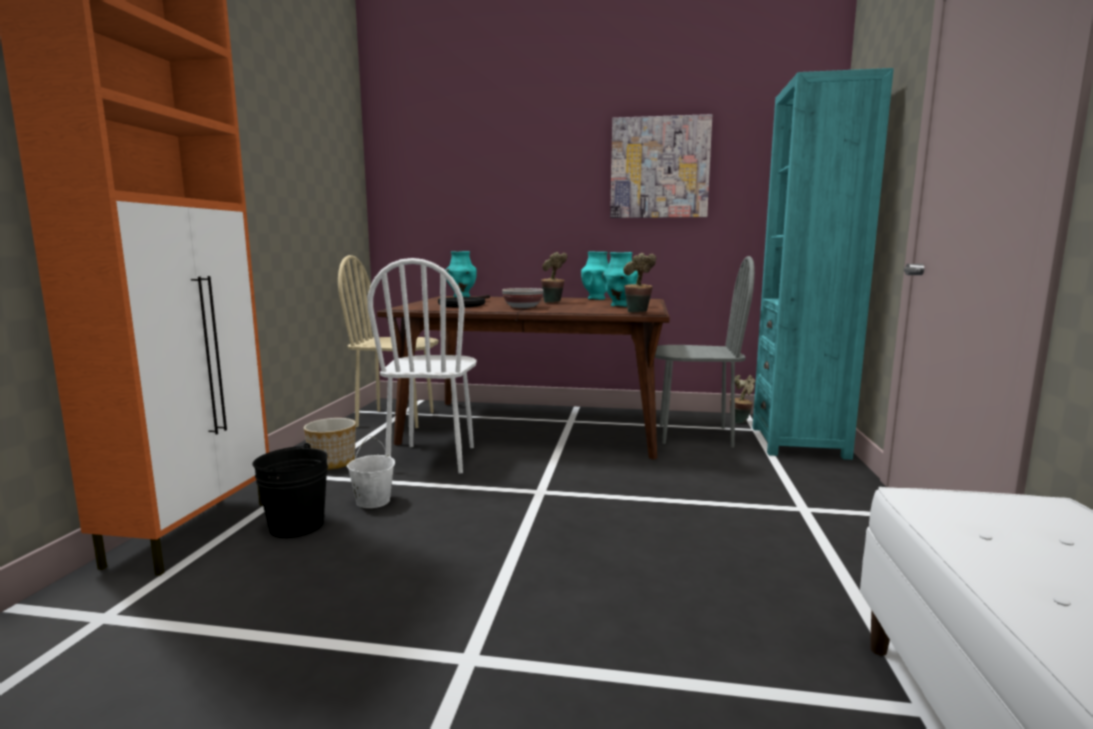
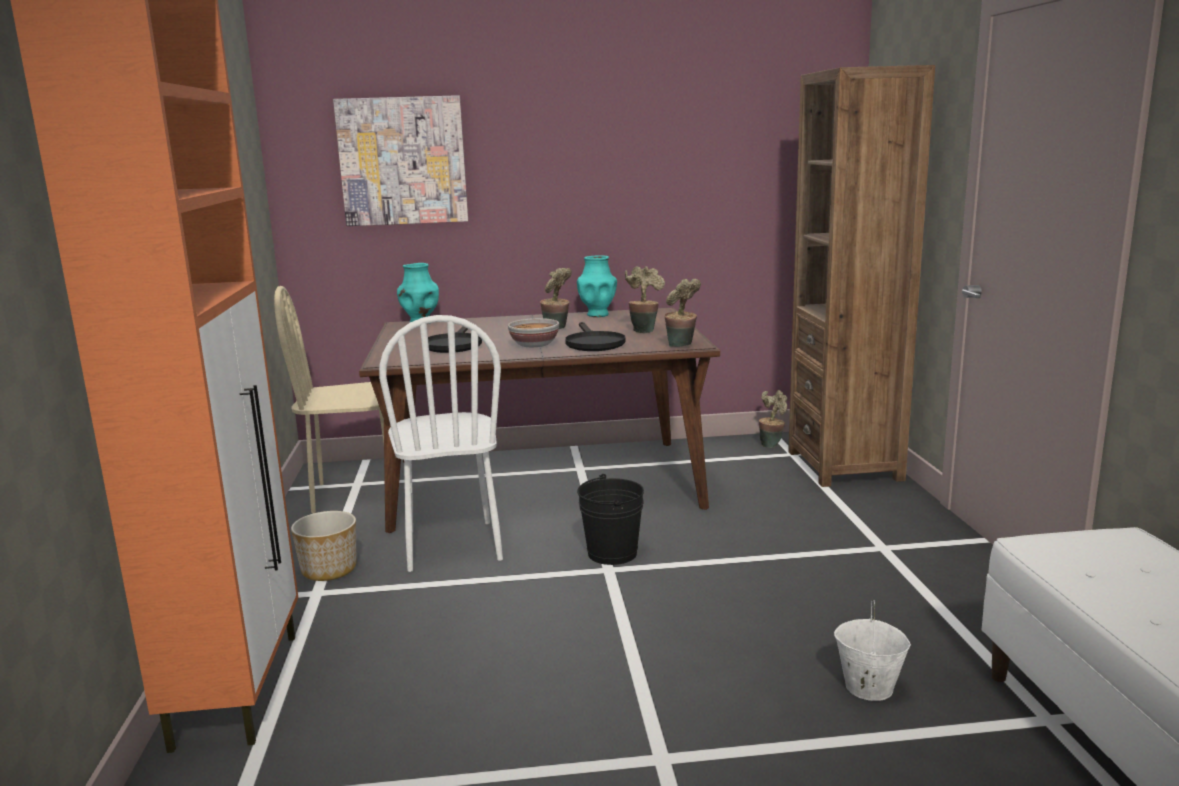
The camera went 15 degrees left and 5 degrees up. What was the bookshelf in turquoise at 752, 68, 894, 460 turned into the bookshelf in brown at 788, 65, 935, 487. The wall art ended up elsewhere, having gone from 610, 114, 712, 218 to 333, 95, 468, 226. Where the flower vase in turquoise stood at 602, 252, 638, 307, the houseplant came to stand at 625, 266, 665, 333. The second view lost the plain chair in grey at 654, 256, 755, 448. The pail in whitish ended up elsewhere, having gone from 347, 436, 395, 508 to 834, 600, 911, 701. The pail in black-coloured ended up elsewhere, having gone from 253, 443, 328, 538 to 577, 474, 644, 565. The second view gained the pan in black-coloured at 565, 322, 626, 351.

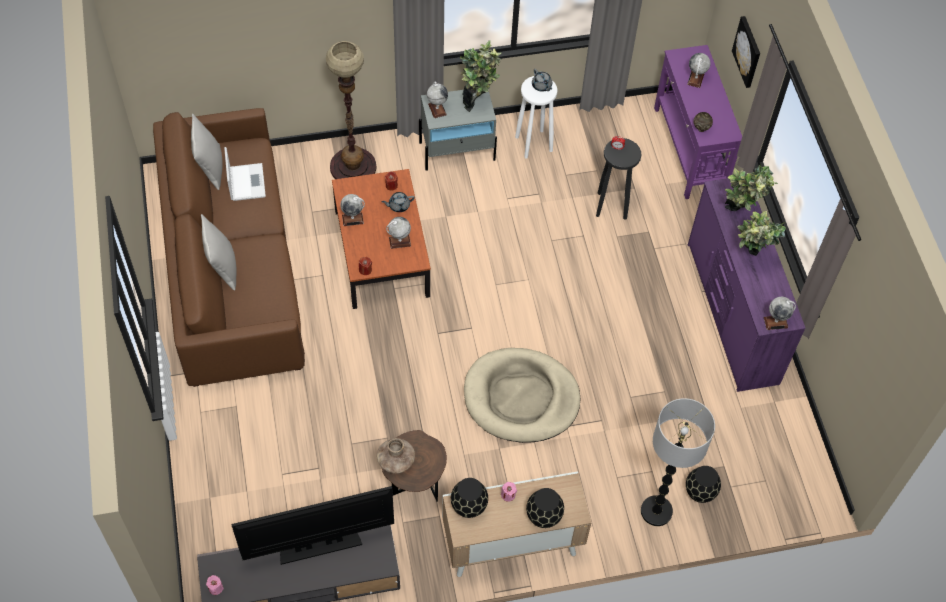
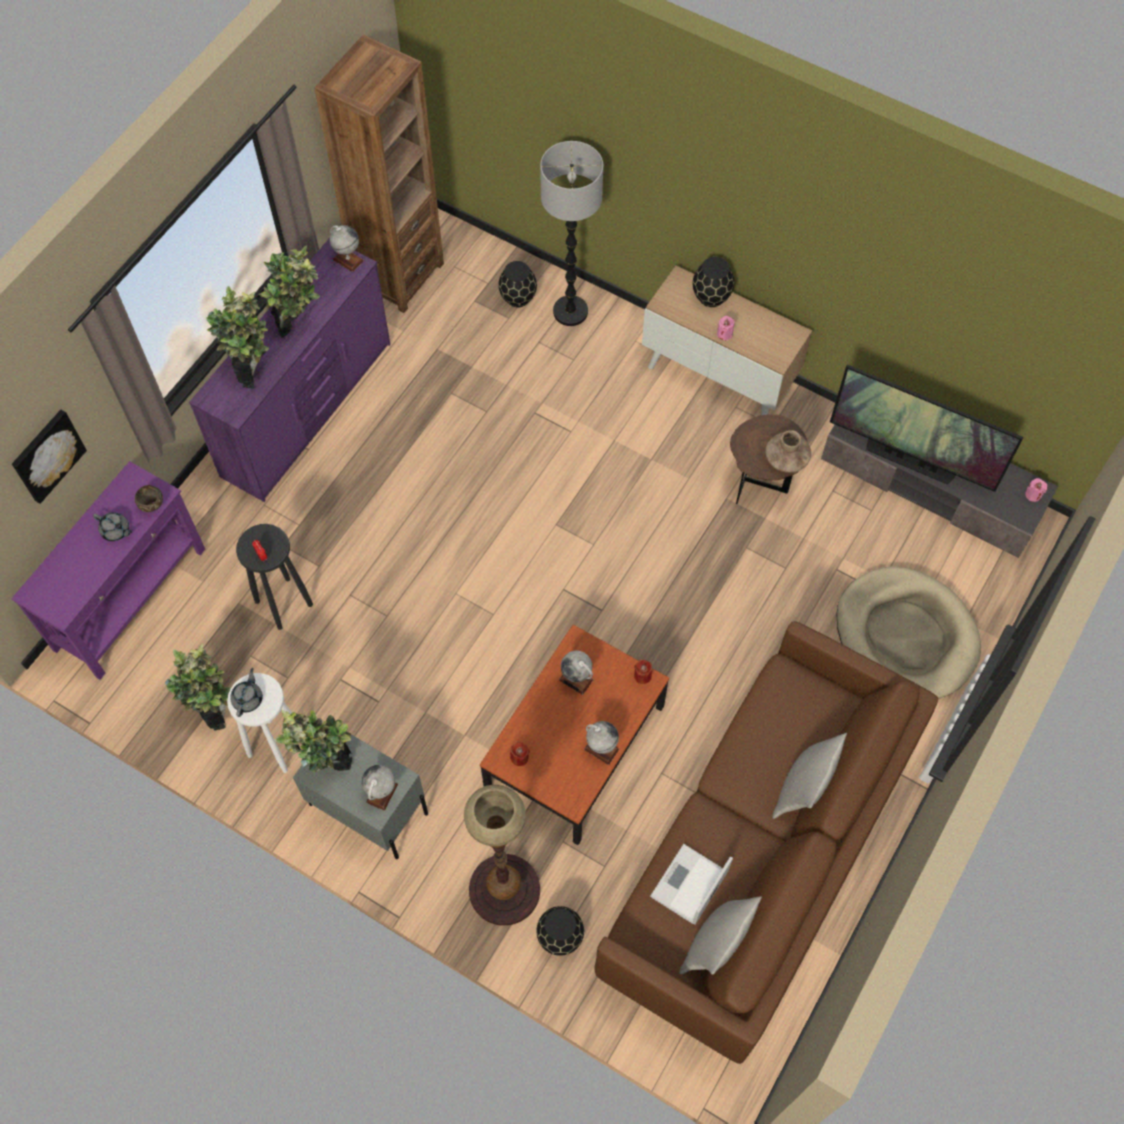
The camera went 135 degrees left and 5 degrees up. The second view lost the world globe at 687, 53, 711, 88. The teapot in grey ended up elsewhere, having gone from 381, 192, 415, 212 to 93, 512, 132, 541. The dog bed in beige-coloured ended up elsewhere, having gone from 464, 348, 580, 443 to 836, 567, 981, 699. The flower vase in black-coloured ended up elsewhere, having gone from 451, 478, 488, 518 to 536, 906, 584, 956. The second view gained the bookshelf in brown at 314, 35, 444, 313. The second view gained the houseplant at 165, 644, 231, 731.

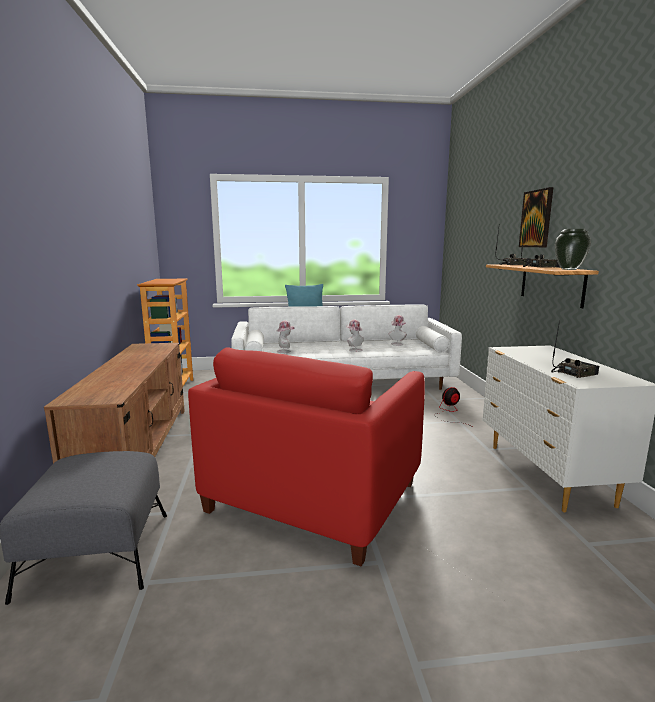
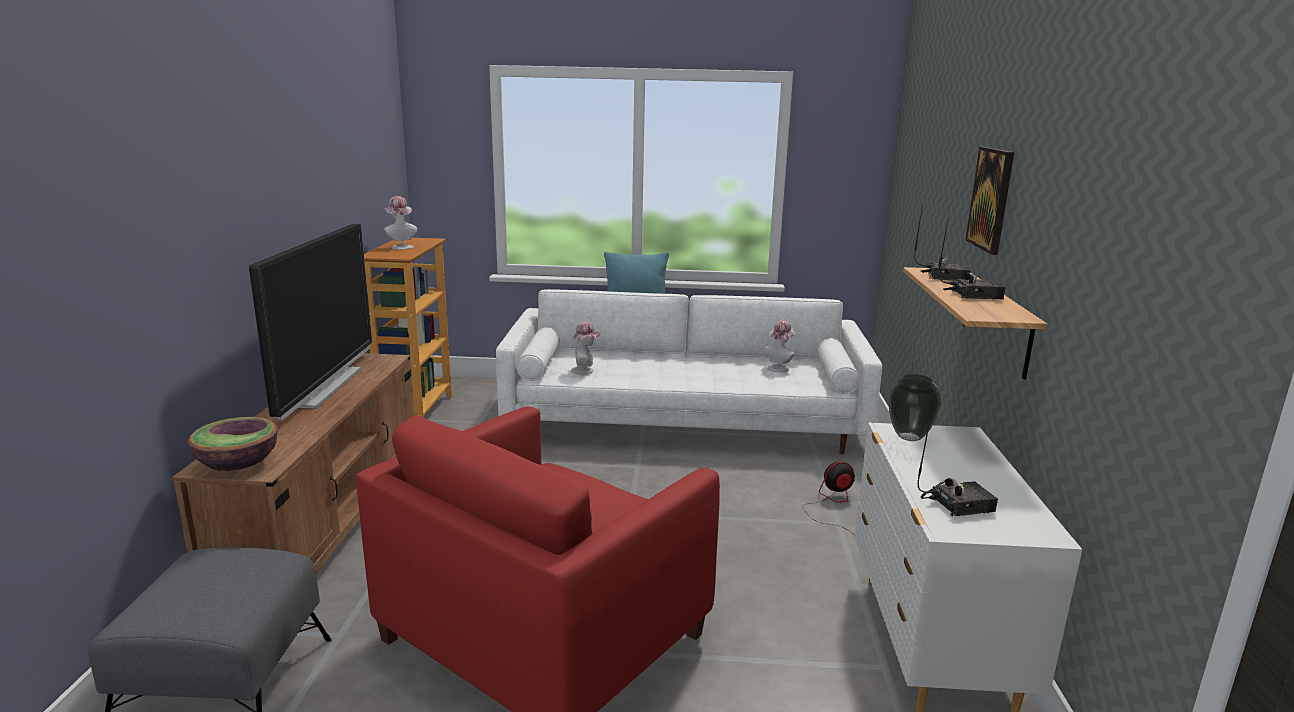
The camera went 10 degrees right and 5 degrees up. The flower vase ended up elsewhere, having gone from 555, 229, 591, 270 to 888, 374, 941, 441. The clothing hat ended up elsewhere, having gone from 346, 319, 364, 352 to 384, 196, 417, 250. The second view gained the TV at 249, 224, 372, 420. The second view gained the deep dish at 188, 417, 278, 471.

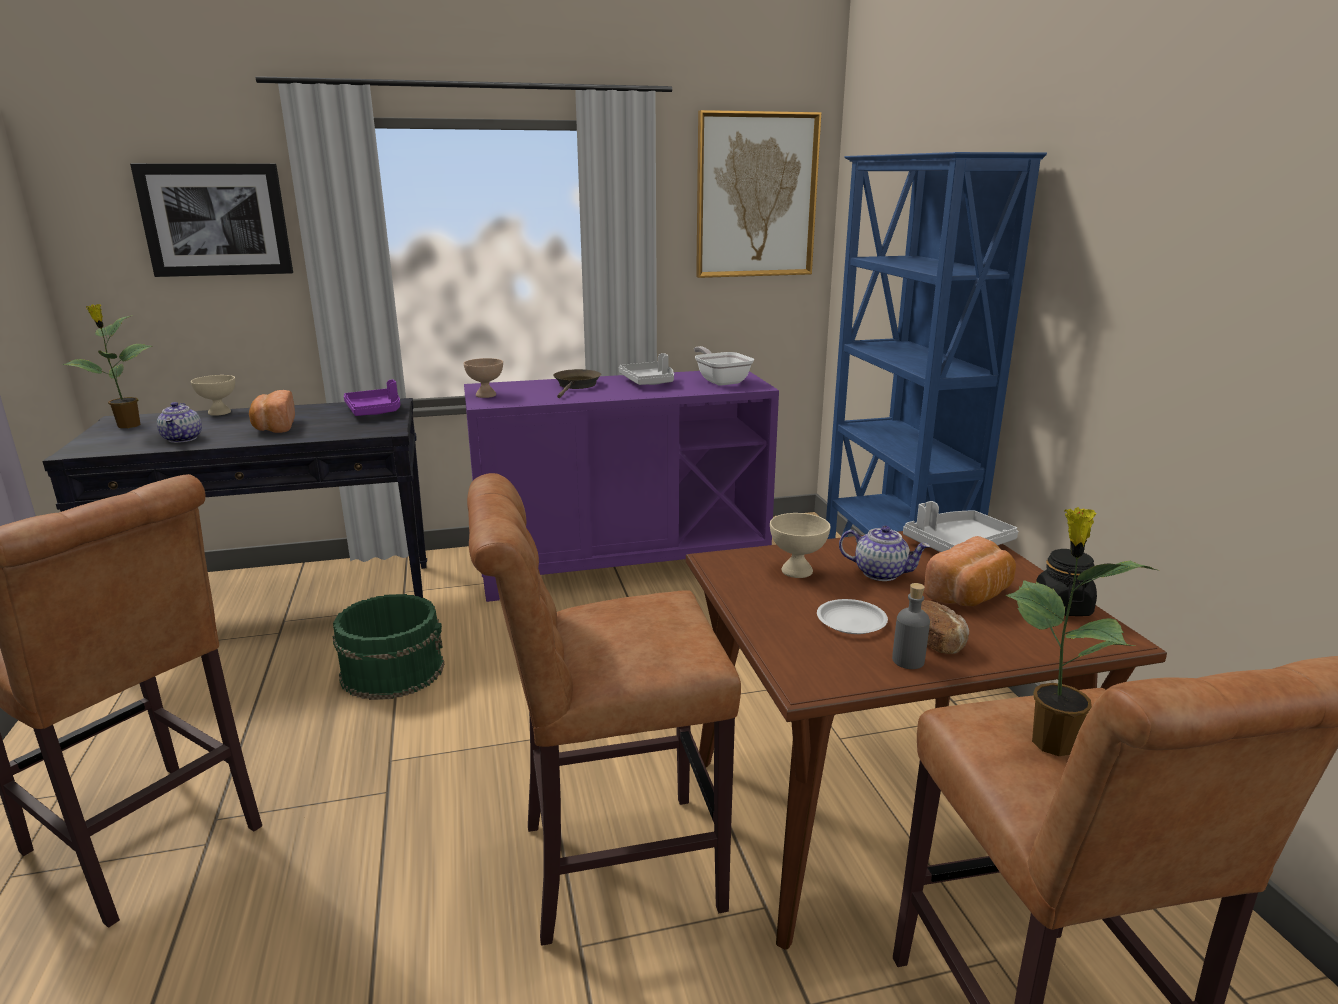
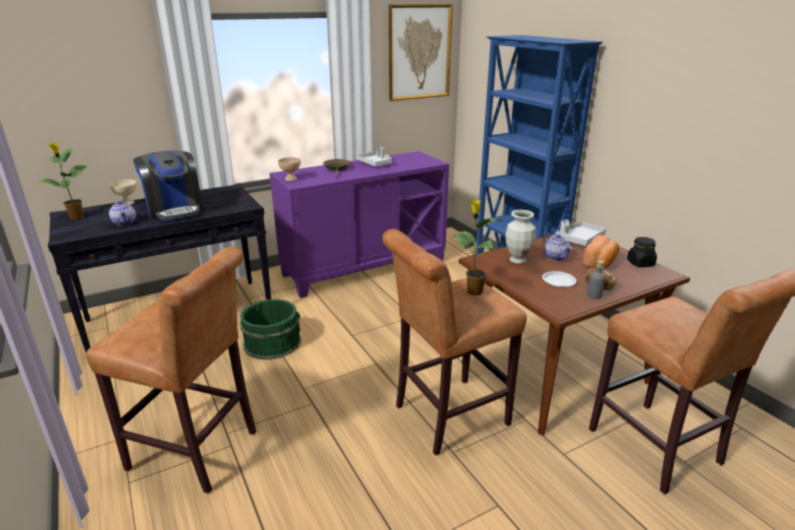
The camera went 15 degrees left and 5 degrees up. The second view lost the wall art at 130, 163, 293, 277. The second view lost the pan at 694, 346, 754, 386. The second view lost the serving tray in purplish at 344, 379, 400, 416. Where the bread stood at 249, 390, 295, 433, the coffee maker came to stand at 133, 151, 203, 221. The houseplant ended up elsewhere, having gone from 1006, 507, 1157, 756 to 452, 200, 503, 296. Where the deep dish in beige-coloured stood at 770, 513, 830, 578, the flower vase came to stand at 506, 210, 535, 264. The teapot at 839, 525, 930, 581 ended up facing another way, 60 degrees clockwise from before.

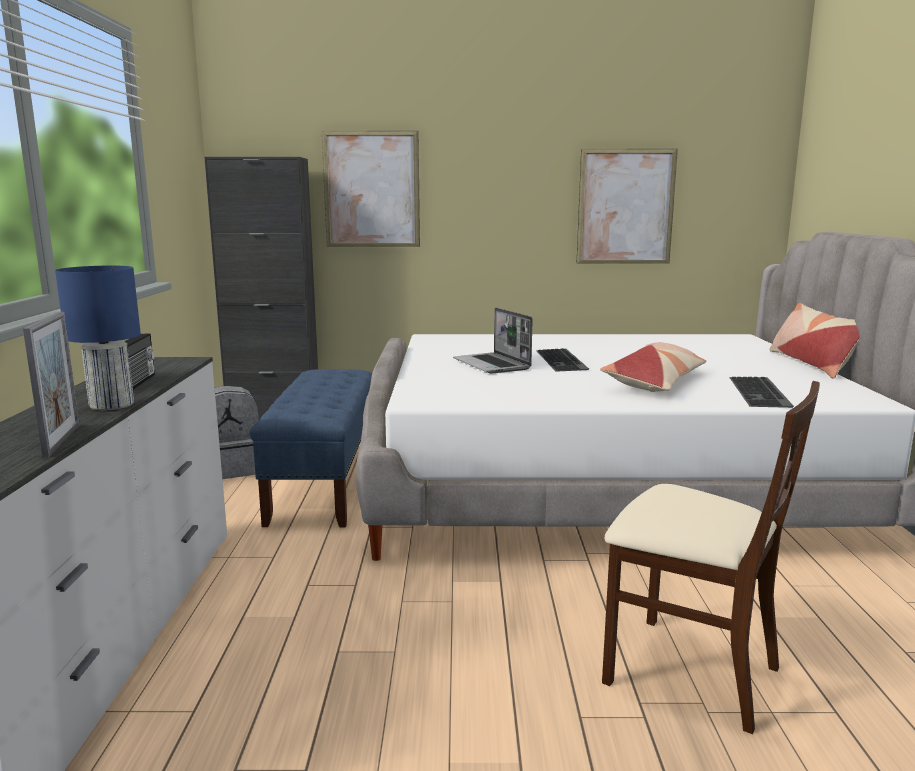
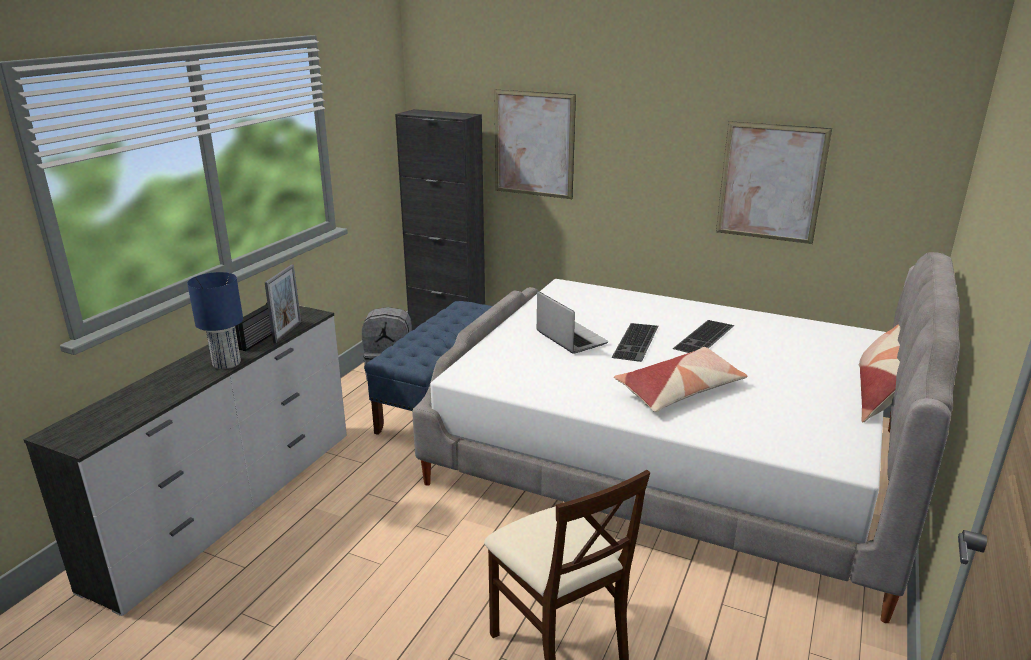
The camera went 25 degrees right and 10 degrees up. The laptop at 453, 308, 533, 374 ended up facing another way, 150 degrees clockwise from before. The picture frame ended up elsewhere, having gone from 23, 312, 80, 457 to 264, 264, 301, 343. The computer keyboard ended up elsewhere, having gone from 729, 377, 794, 408 to 673, 320, 735, 353.

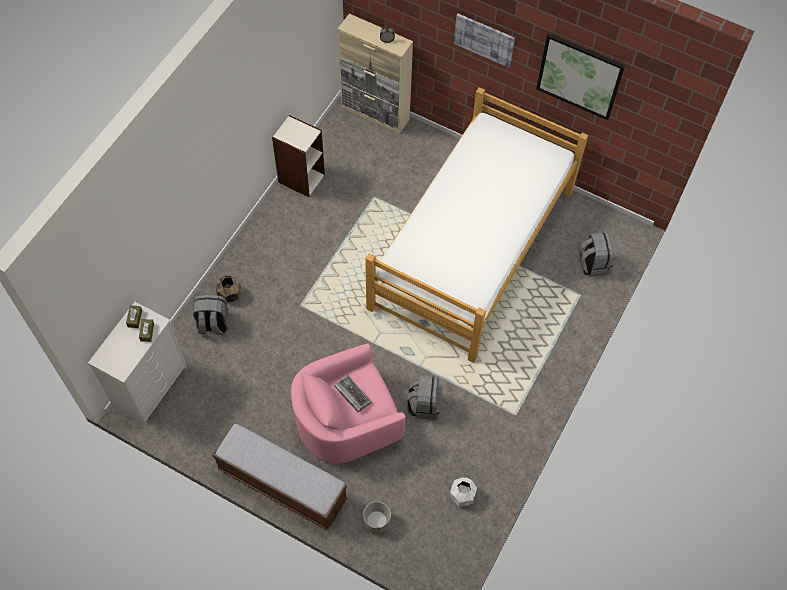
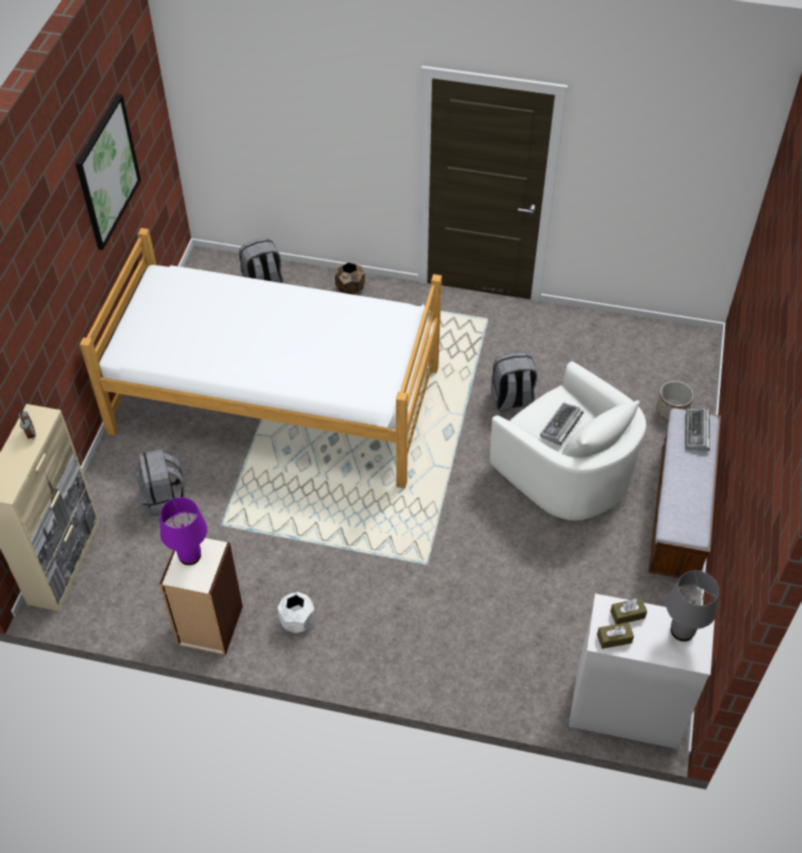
The camera went 105 degrees left and 10 degrees down. The second view lost the wall art at 454, 14, 515, 67. The plant pot in brown ended up elsewhere, having gone from 216, 276, 241, 302 to 335, 262, 365, 295. The knapsack in grey ended up elsewhere, having gone from 193, 295, 229, 335 to 137, 449, 185, 517. What was the lounge chair in pink-coloured at 291, 343, 406, 464 turned into the lounge chair in whitish at 490, 361, 646, 520. The plant pot in whitish ended up elsewhere, having gone from 450, 477, 477, 506 to 277, 592, 315, 633. The second view gained the computer keyboard at 685, 408, 710, 451. The second view gained the lamp for a table in purplish at 160, 497, 207, 565. The second view gained the lamp for a table in grey at 666, 570, 719, 641.

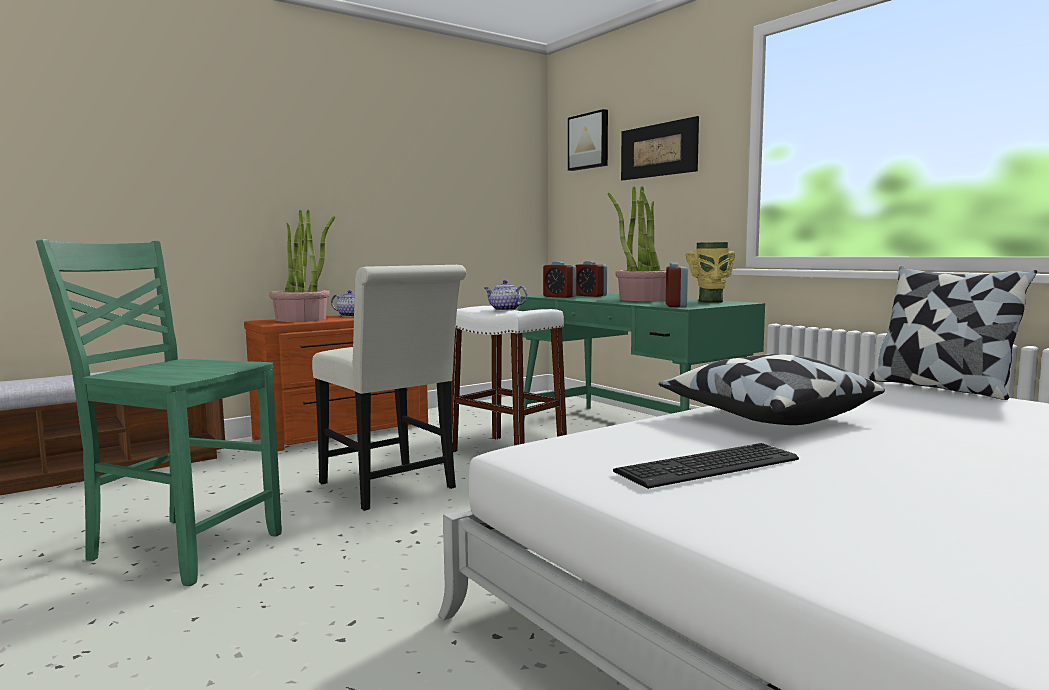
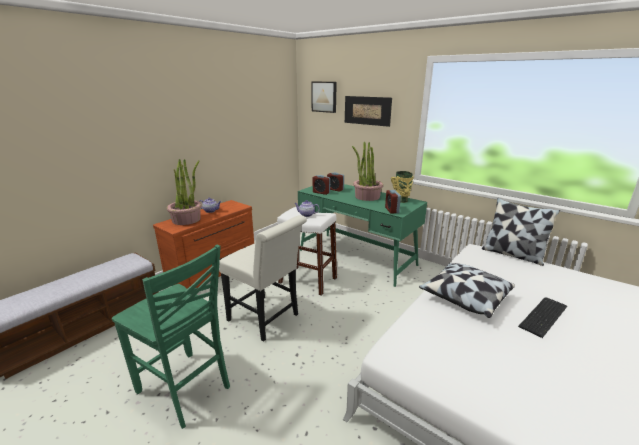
The camera went 15 degrees left and 15 degrees up. The plain chair in green-coloured at 36, 239, 282, 586 ended up facing another way, 150 degrees counterclockwise from before. The computer keyboard ended up elsewhere, having gone from 613, 443, 799, 489 to 518, 297, 567, 338.

